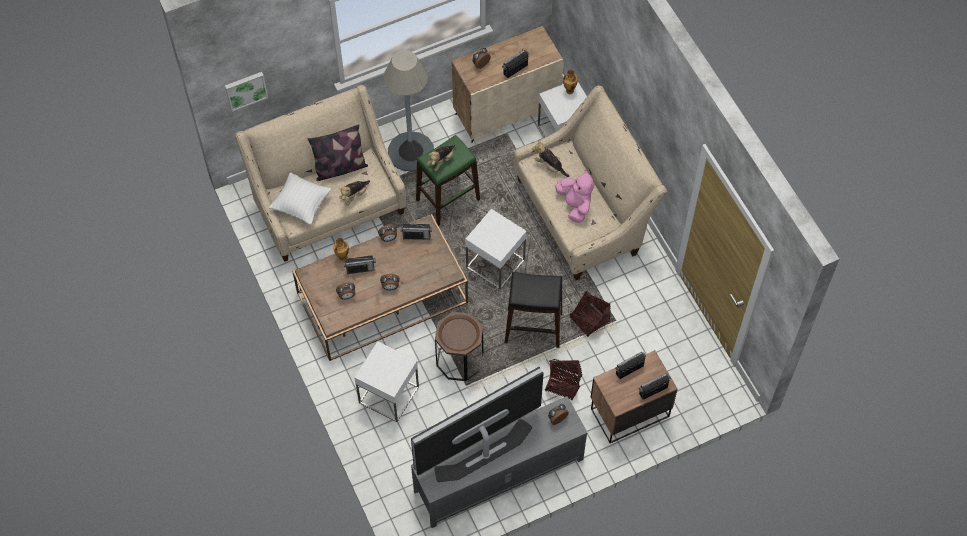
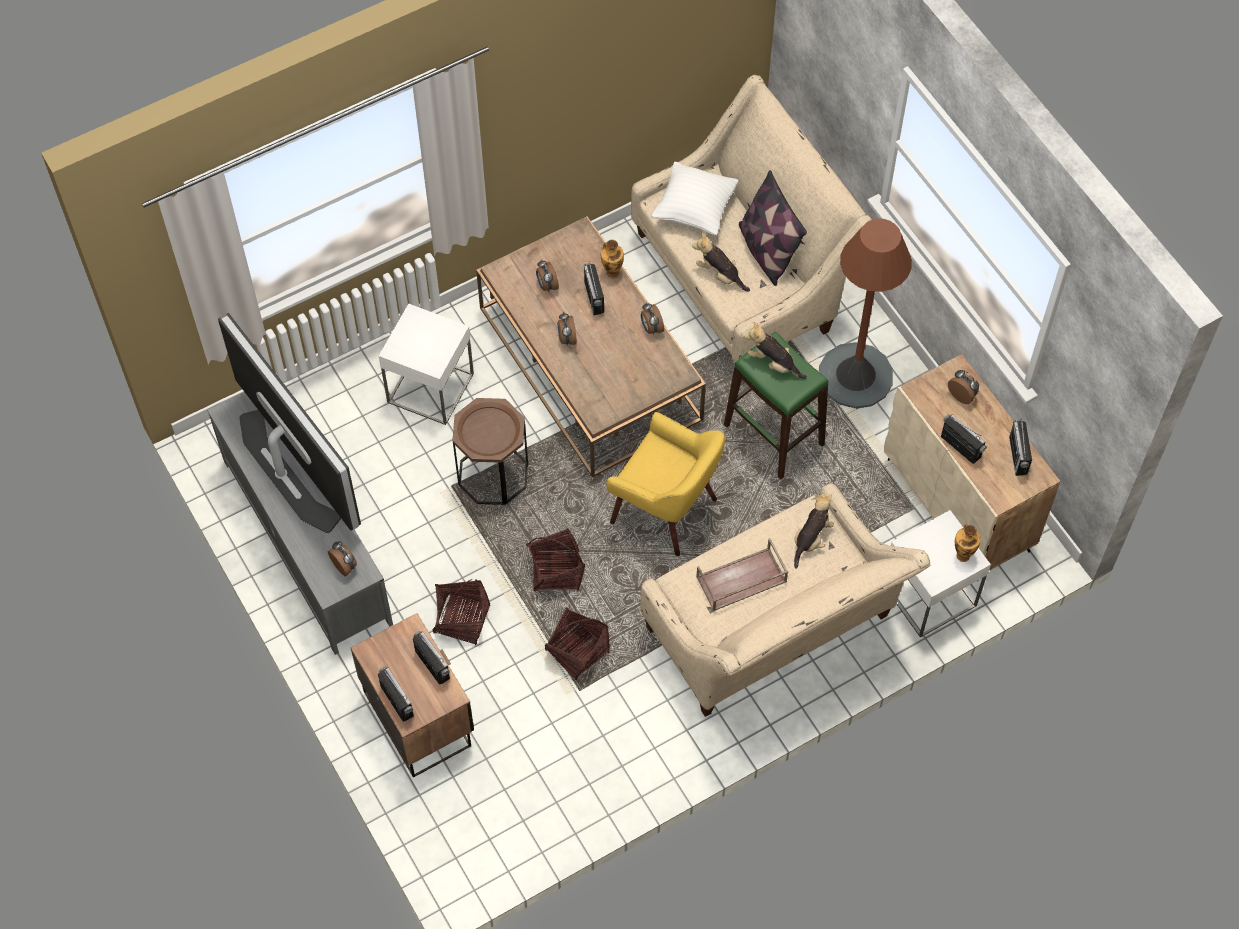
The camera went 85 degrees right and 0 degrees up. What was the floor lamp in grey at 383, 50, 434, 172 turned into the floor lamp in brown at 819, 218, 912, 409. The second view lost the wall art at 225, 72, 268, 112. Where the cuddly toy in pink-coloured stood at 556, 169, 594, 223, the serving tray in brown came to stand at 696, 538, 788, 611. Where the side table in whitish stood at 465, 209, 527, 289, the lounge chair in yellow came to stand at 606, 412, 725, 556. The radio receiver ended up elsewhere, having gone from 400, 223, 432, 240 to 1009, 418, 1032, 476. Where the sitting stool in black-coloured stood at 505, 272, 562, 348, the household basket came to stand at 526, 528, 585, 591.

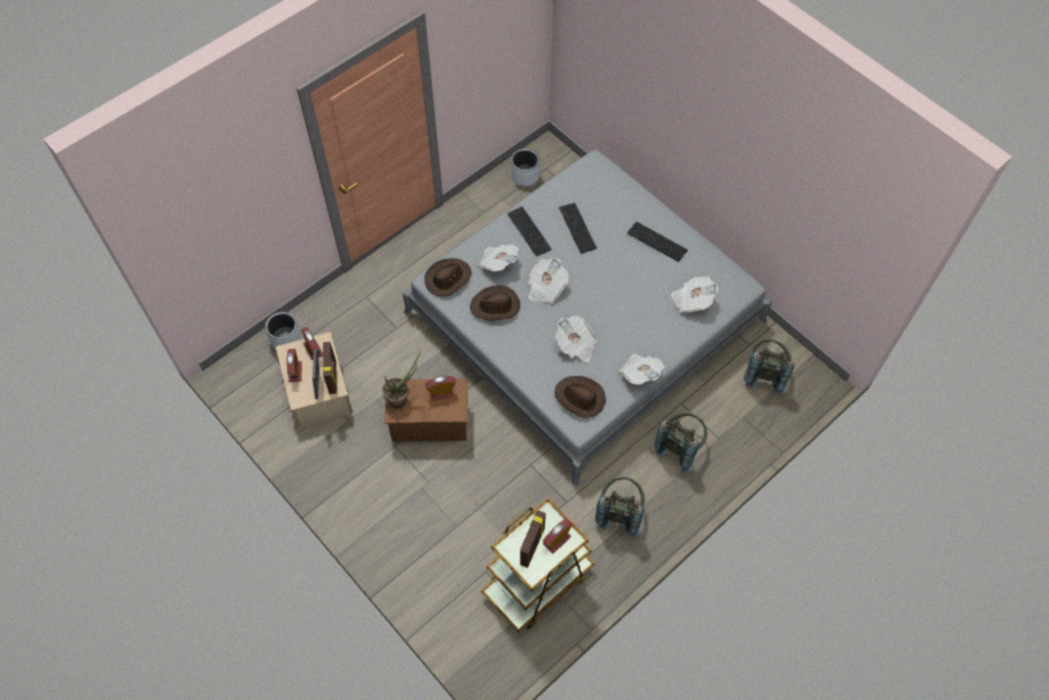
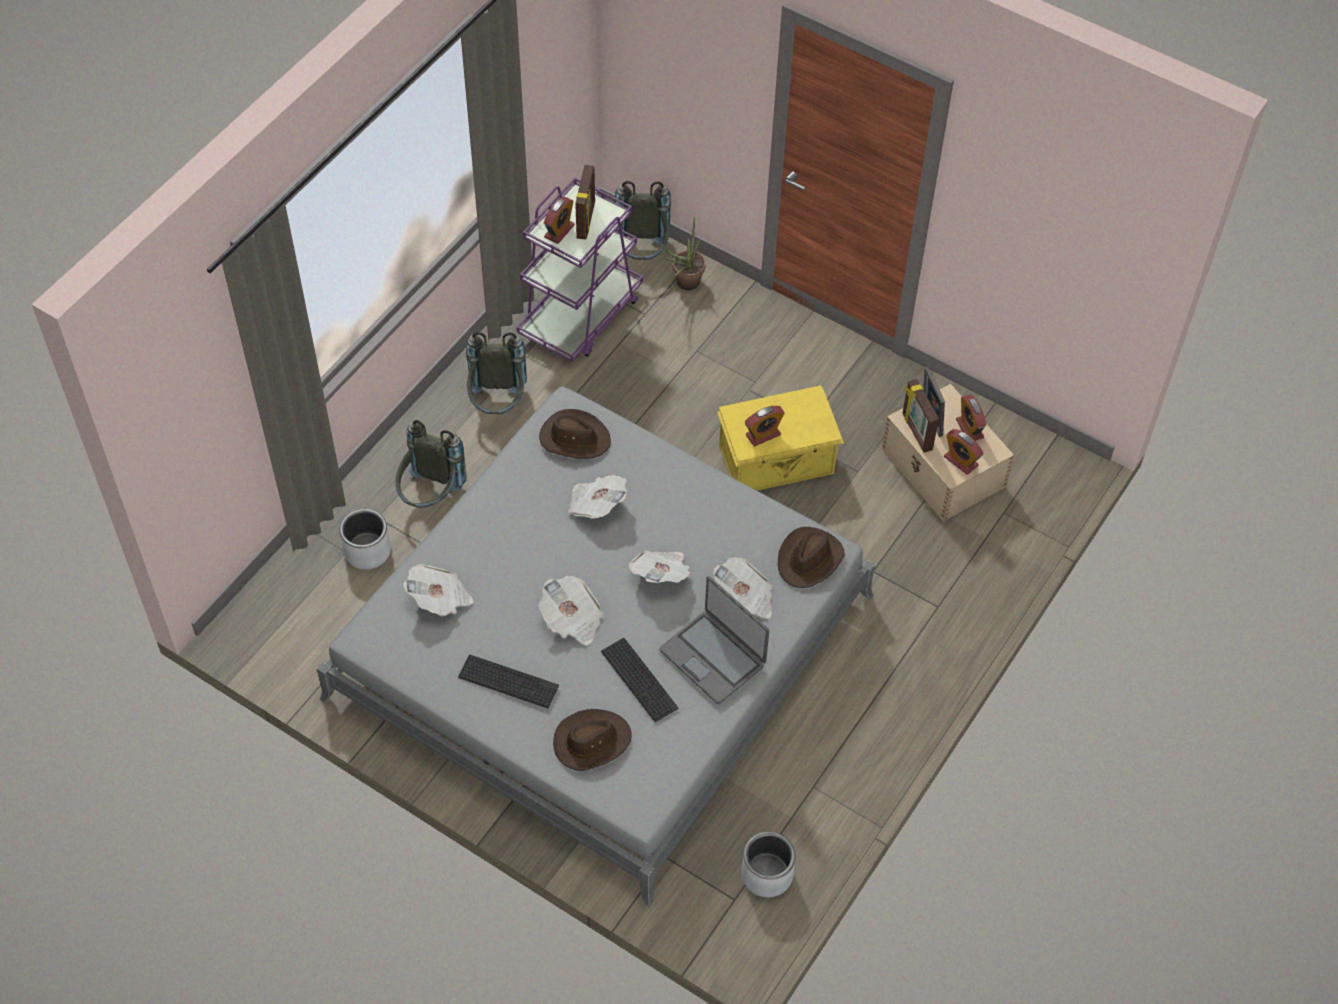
The camera went 165 degrees right and 5 degrees down. Where the computer keyboard stood at 507, 206, 552, 257, the laptop came to stand at 660, 576, 769, 704. The clothing hat in brown ended up elsewhere, having gone from 470, 285, 520, 321 to 553, 709, 632, 771. The plant pot in grey ended up elsewhere, having gone from 265, 312, 302, 350 to 340, 509, 391, 569. The knapsack in grey ended up elsewhere, having gone from 744, 339, 794, 394 to 615, 181, 671, 260. The houseplant ended up elsewhere, having gone from 382, 352, 420, 408 to 662, 216, 706, 290. The daily paper ended up elsewhere, having gone from 619, 354, 665, 385 to 538, 576, 604, 645. What was the storage bin in brown at 385, 379, 468, 442 turned into the storage bin in yellow at 717, 385, 844, 491. What was the cart in brown at 481, 498, 595, 633 turned into the cart in purplish at 517, 178, 643, 362.

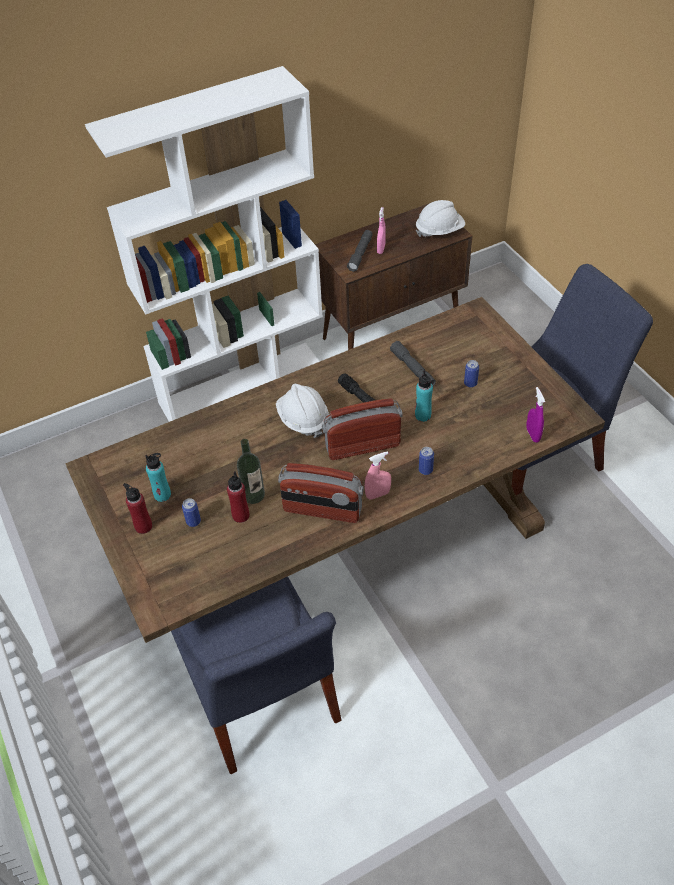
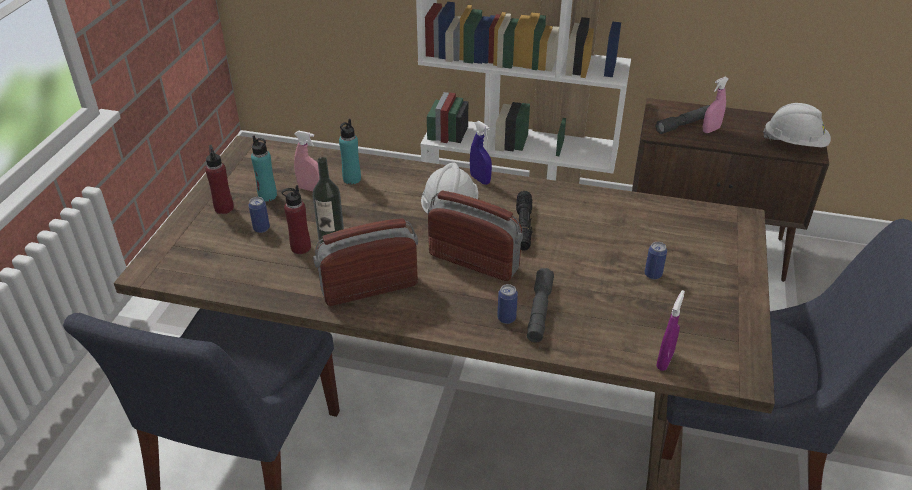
The camera went 40 degrees right and 10 degrees down. The flashlight in grey ended up elsewhere, having gone from 390, 341, 436, 386 to 527, 268, 554, 342. The drink bottle in turquoise ended up elsewhere, having gone from 415, 370, 433, 422 to 339, 119, 361, 184. The spray bottle in pink-coloured ended up elsewhere, having gone from 365, 451, 391, 500 to 294, 131, 319, 191. The radio receiver at 278, 463, 364, 523 ended up facing another way, 105 degrees clockwise from before. The second view gained the spray bottle in blue-coloured at 470, 121, 492, 185.

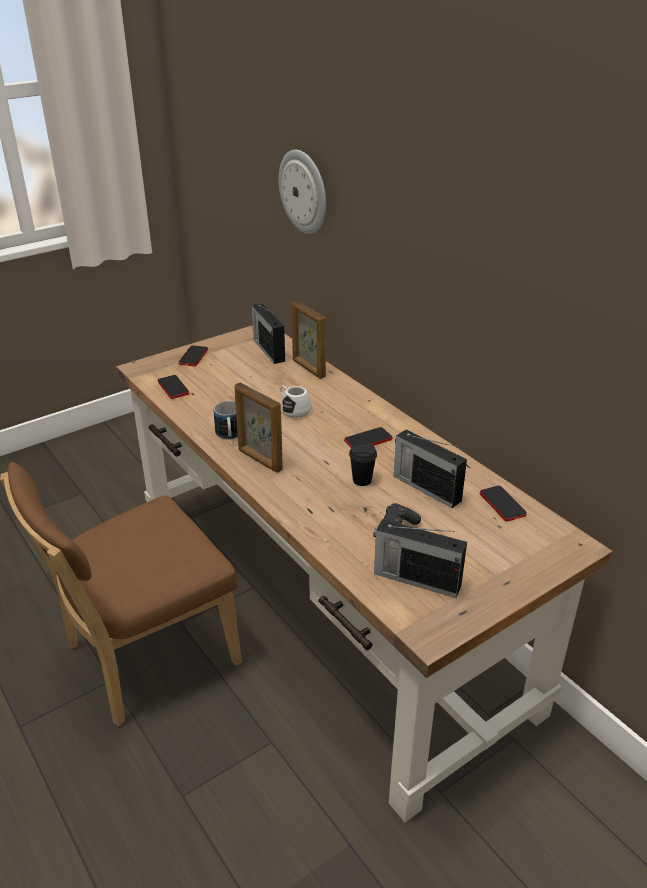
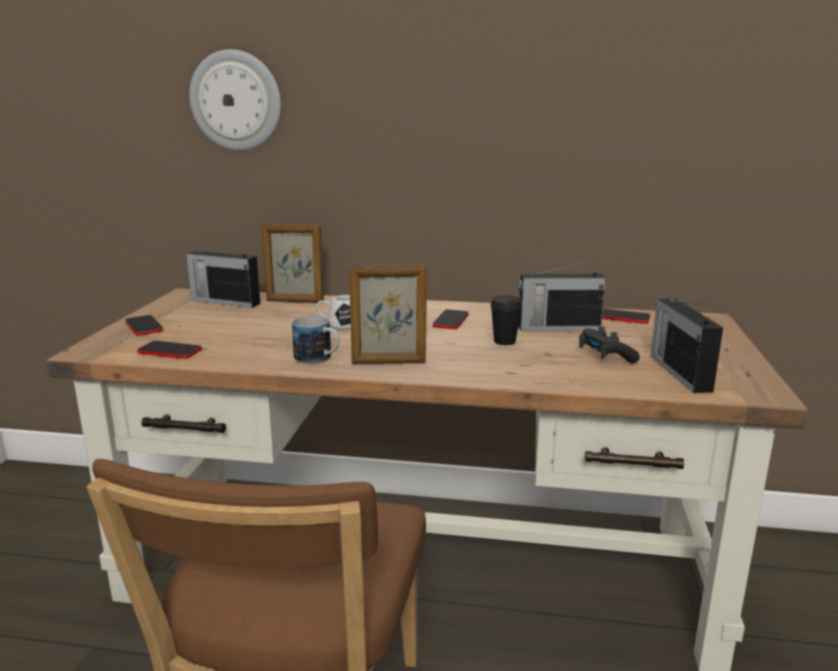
The camera went 45 degrees left and 15 degrees down. The radio receiver at 373, 519, 467, 598 ended up facing another way, 105 degrees clockwise from before.

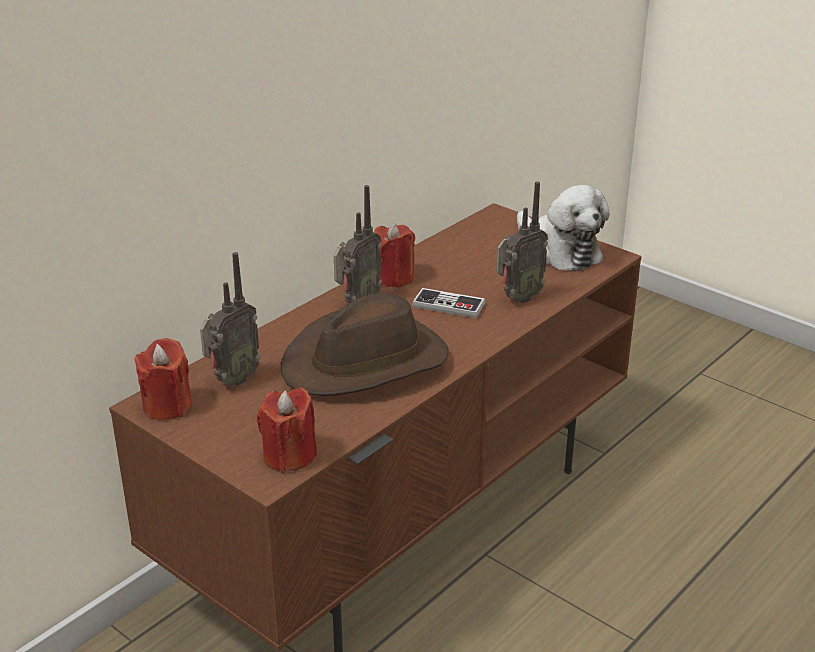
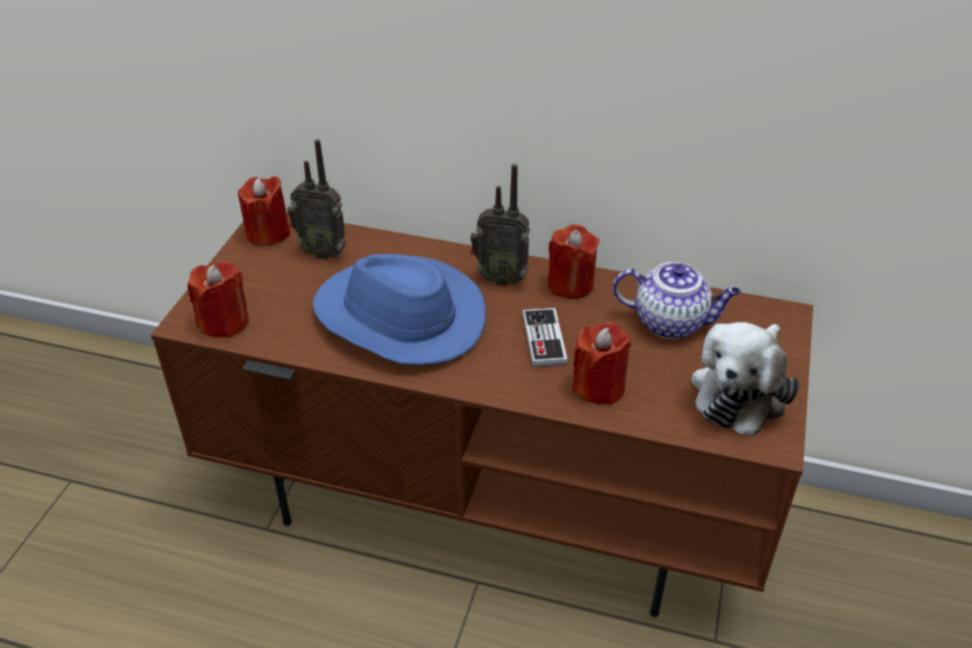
The camera went 65 degrees right and 10 degrees up. Where the radio receiver stood at 496, 181, 548, 303, the wax light in reddish came to stand at 572, 322, 631, 405. What was the clothing hat in brown at 281, 294, 449, 396 turned into the clothing hat in blue-coloured at 312, 254, 486, 365. The second view gained the teapot at 613, 262, 741, 339.

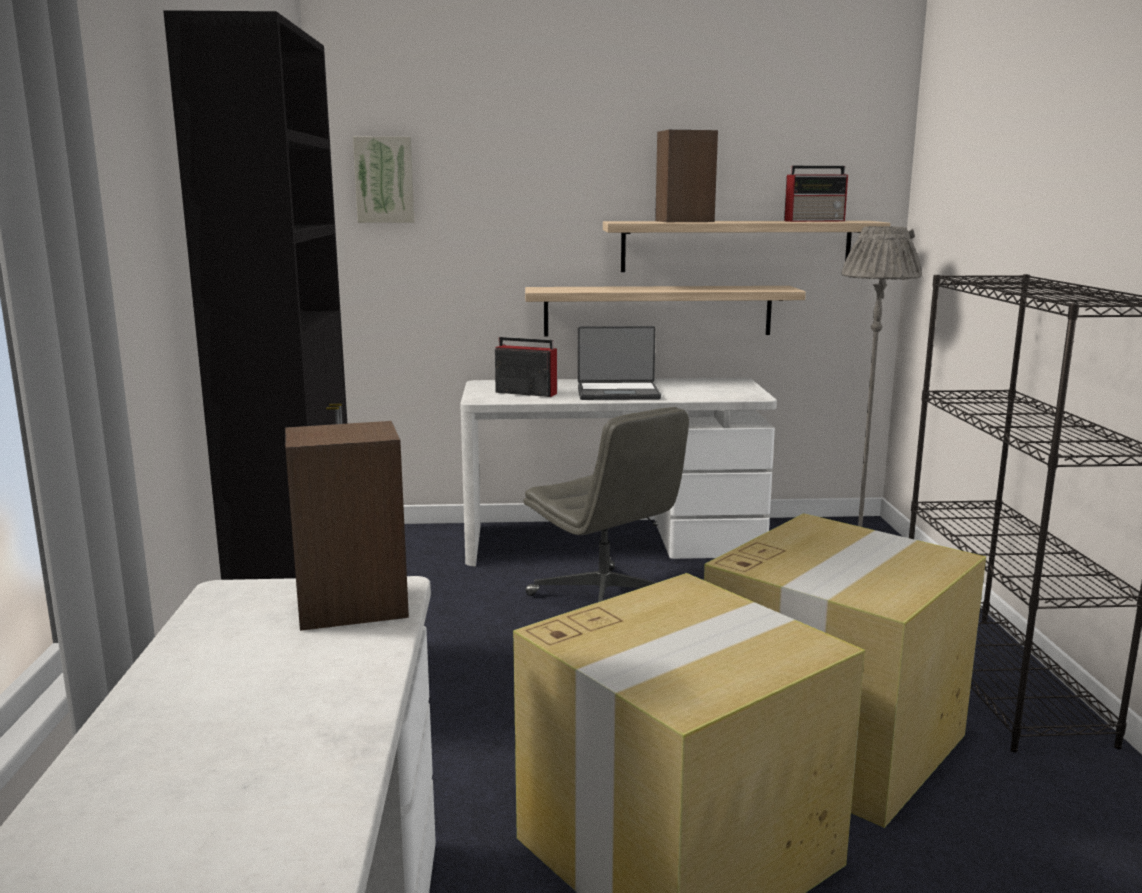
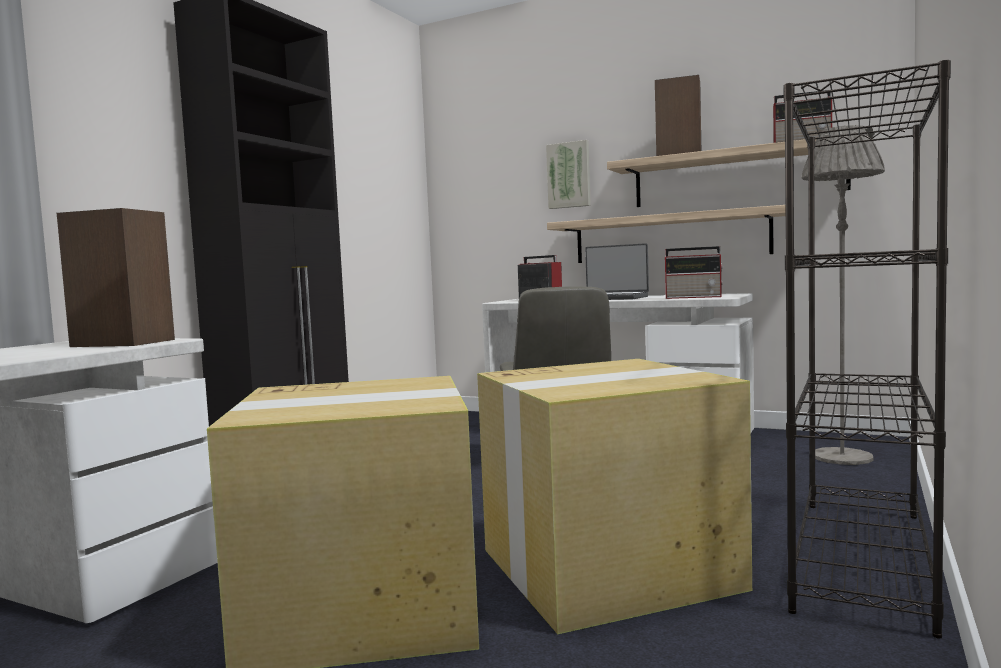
The camera went 30 degrees right and 10 degrees down. The wall art ended up elsewhere, having gone from 353, 137, 415, 223 to 546, 140, 591, 209. The second view gained the radio receiver at 665, 246, 723, 299.

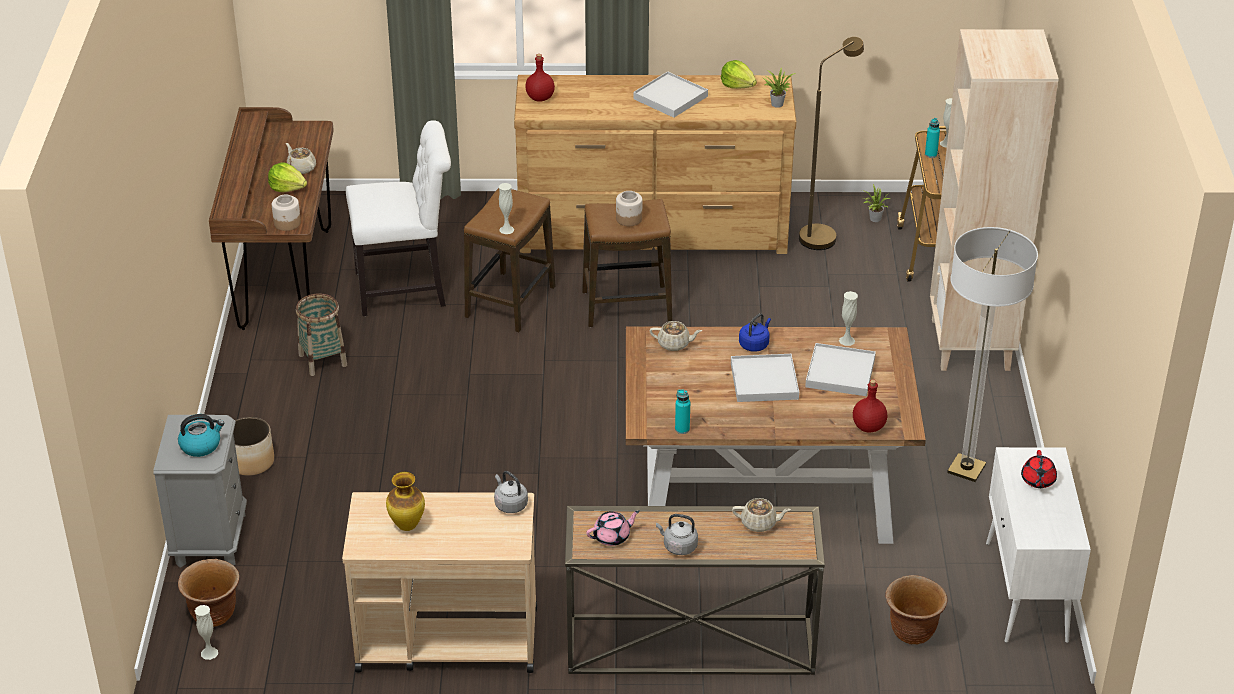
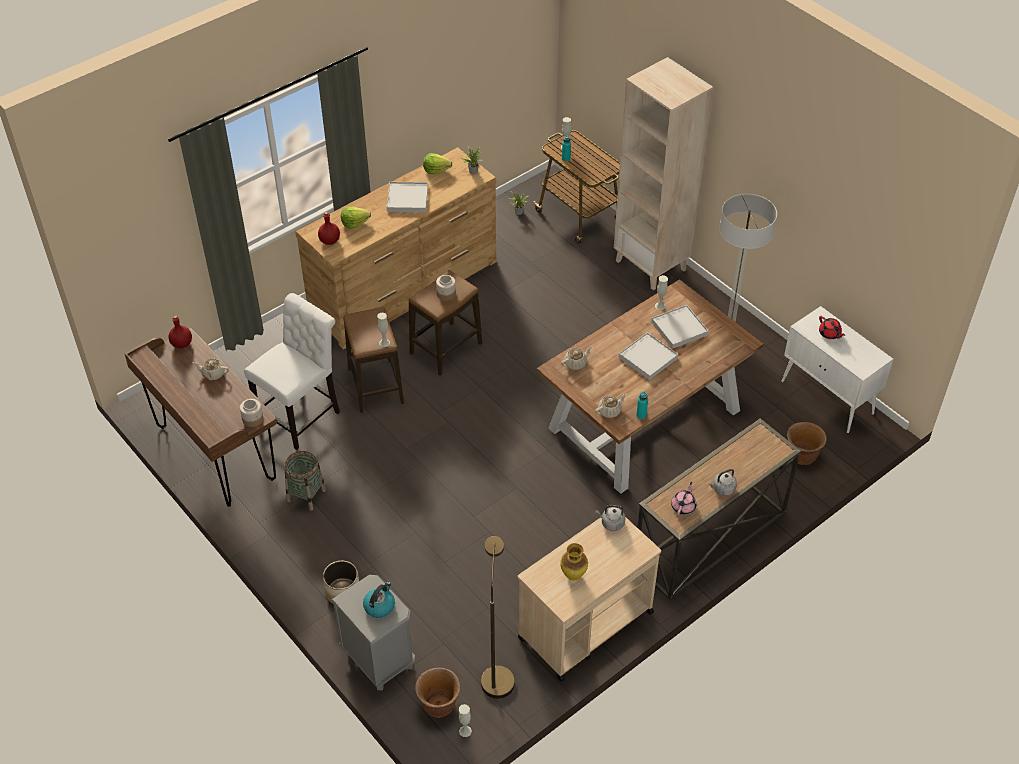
The camera went 40 degrees left and 10 degrees up. The floor lamp in brown ended up elsewhere, having gone from 799, 37, 864, 250 to 481, 536, 515, 698. The lettuce ended up elsewhere, having gone from 268, 162, 307, 192 to 341, 207, 371, 229. The second view lost the kettle in blue-coloured at 739, 313, 771, 352. The drink bottle in reddish ended up elsewhere, having gone from 853, 379, 887, 433 to 168, 315, 192, 349. The teapot in beige-coloured ended up elsewhere, having gone from 732, 498, 791, 532 to 595, 393, 627, 418.

